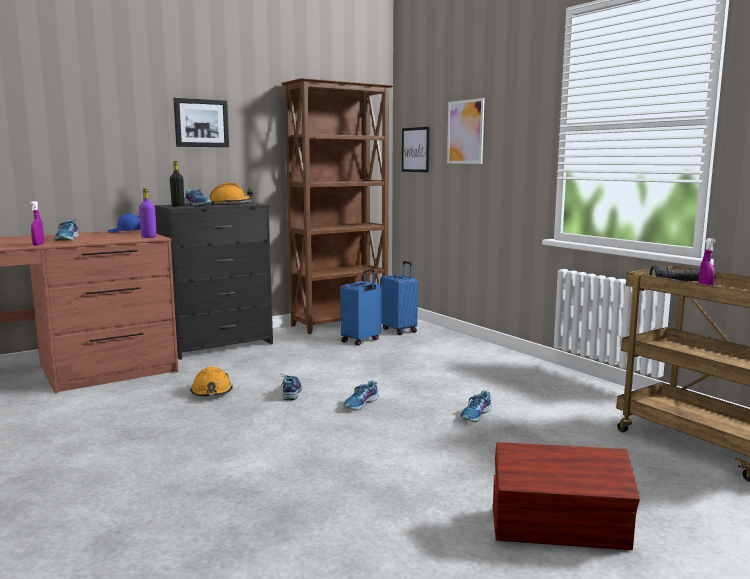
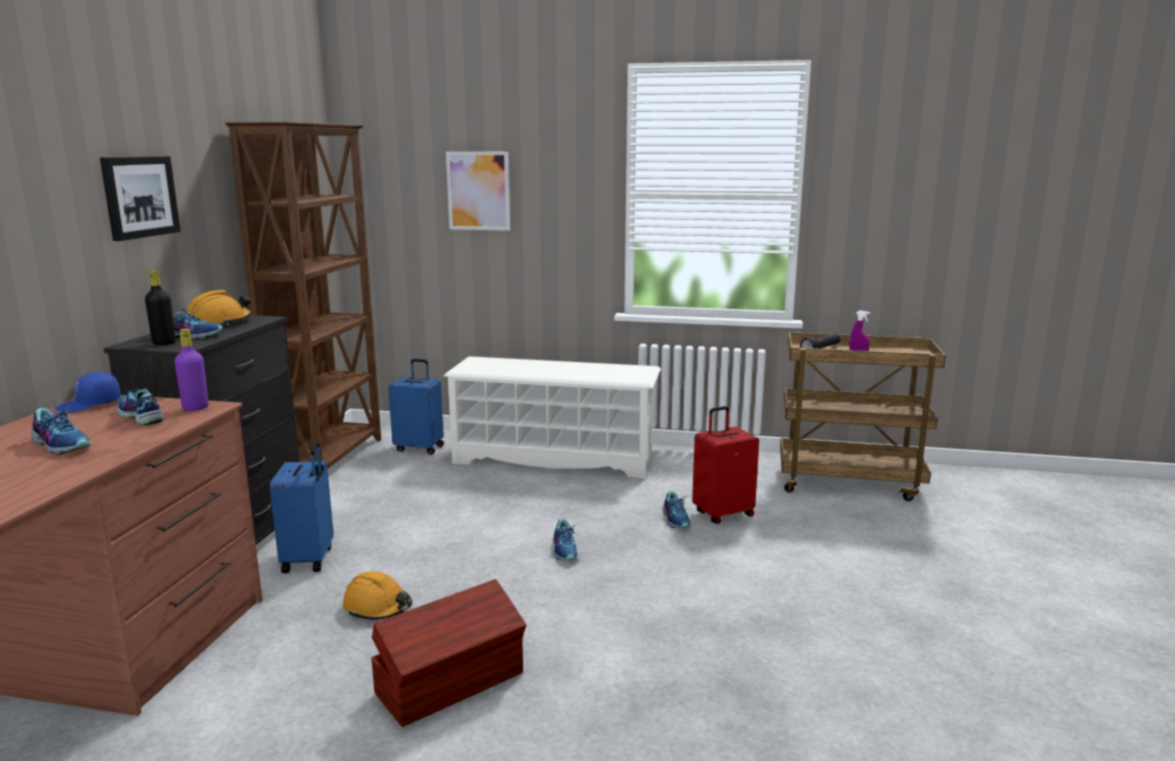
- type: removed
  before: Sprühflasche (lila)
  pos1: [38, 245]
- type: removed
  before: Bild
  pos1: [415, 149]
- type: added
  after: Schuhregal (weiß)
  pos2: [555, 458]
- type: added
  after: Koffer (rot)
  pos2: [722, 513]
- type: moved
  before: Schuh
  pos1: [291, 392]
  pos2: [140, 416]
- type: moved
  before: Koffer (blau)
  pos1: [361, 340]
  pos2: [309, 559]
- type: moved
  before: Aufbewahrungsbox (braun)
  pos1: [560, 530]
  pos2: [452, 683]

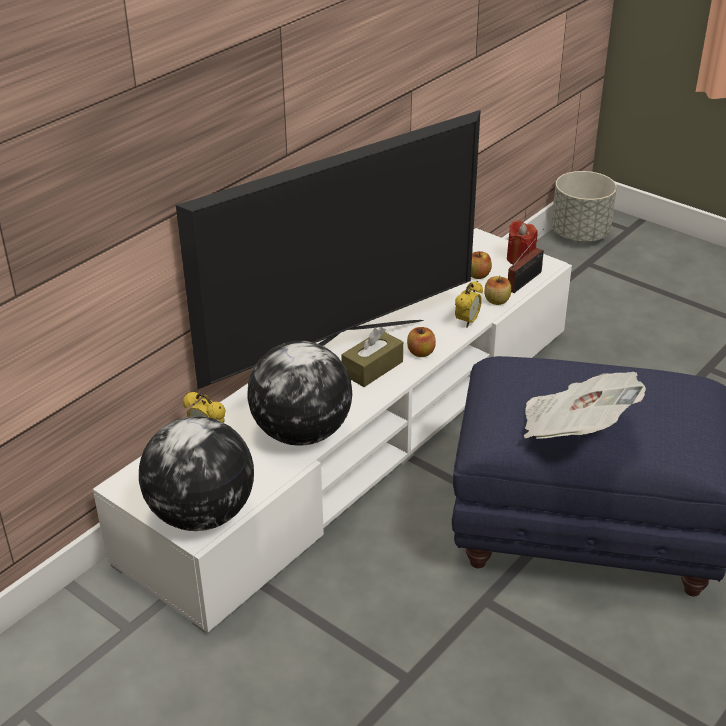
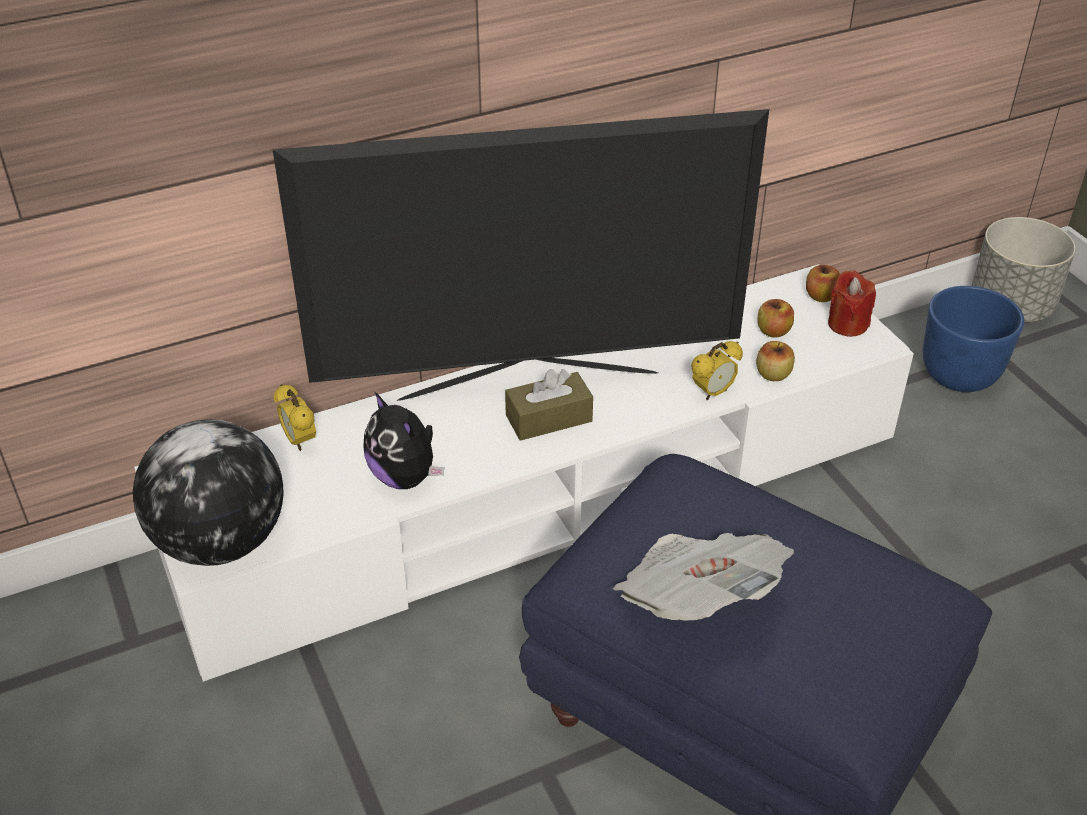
- type: removed
  before: Radio
  pos1: [526, 280]
- type: added
  after: Pflanzkübel (blau)
  pos2: [959, 375]
- type: moved
  before: Apfel
  pos1: [421, 352]
  pos2: [821, 296]
- type: replaced
  before: Globus
  after: Plüschtier
  pos1: [302, 433]
  pos2: [405, 477]

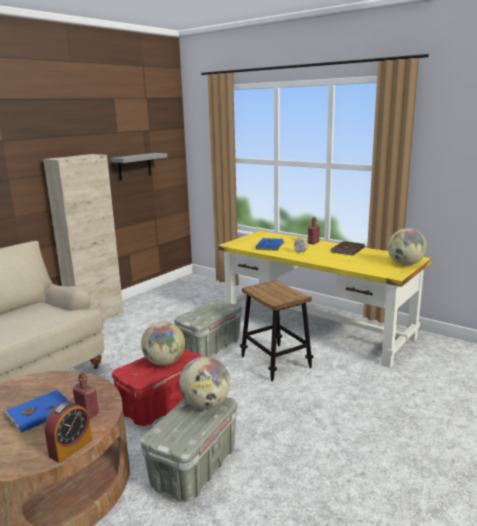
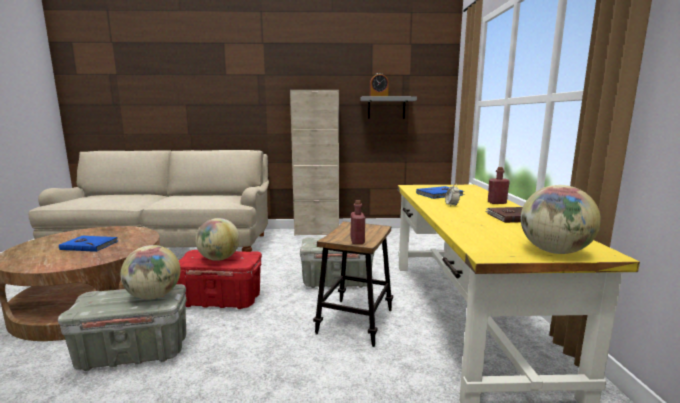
- type: moved
  before: Wecker
  pos1: [71, 448]
  pos2: [378, 96]
- type: moved
  before: Flasche (rot)
  pos1: [87, 413]
  pos2: [357, 241]

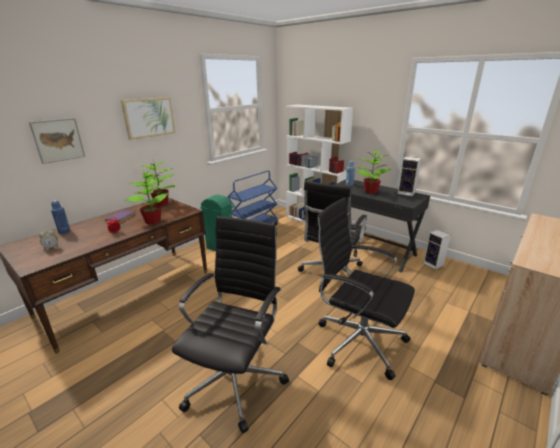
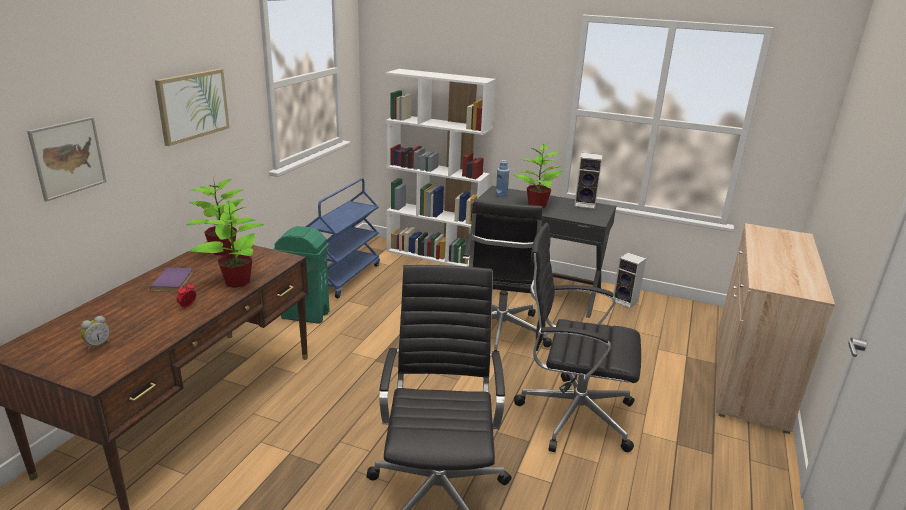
- type: removed
  before: Flasche (blau)
  pos1: [64, 232]

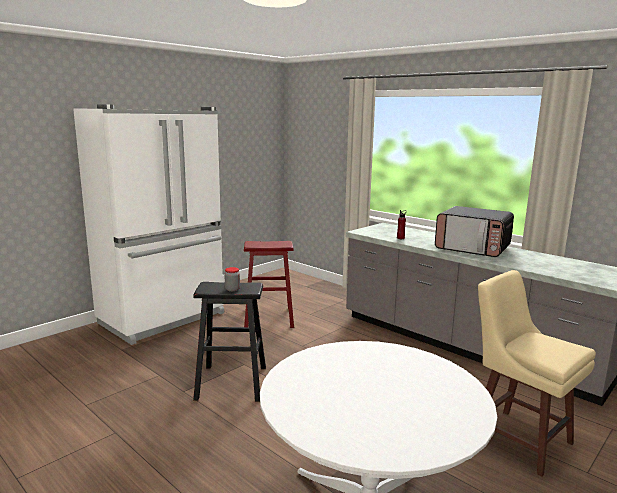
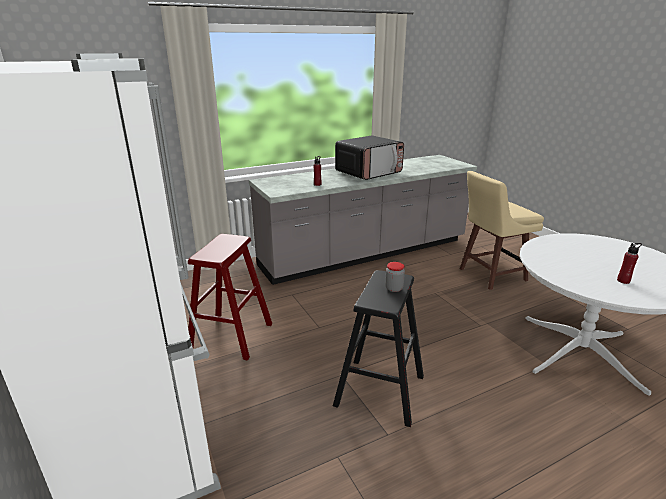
- type: added
  after: Flasche (rot)
  pos2: [623, 281]

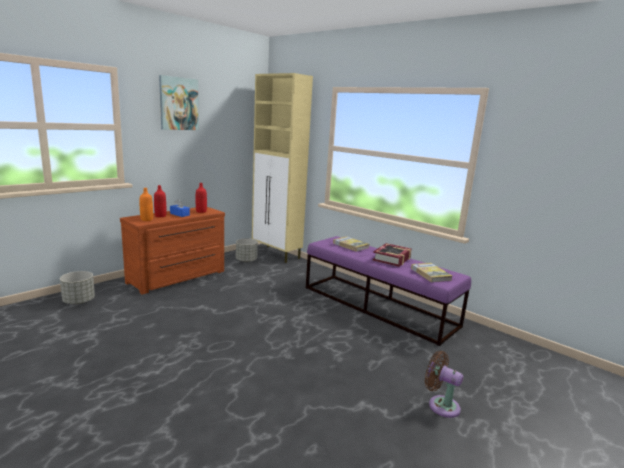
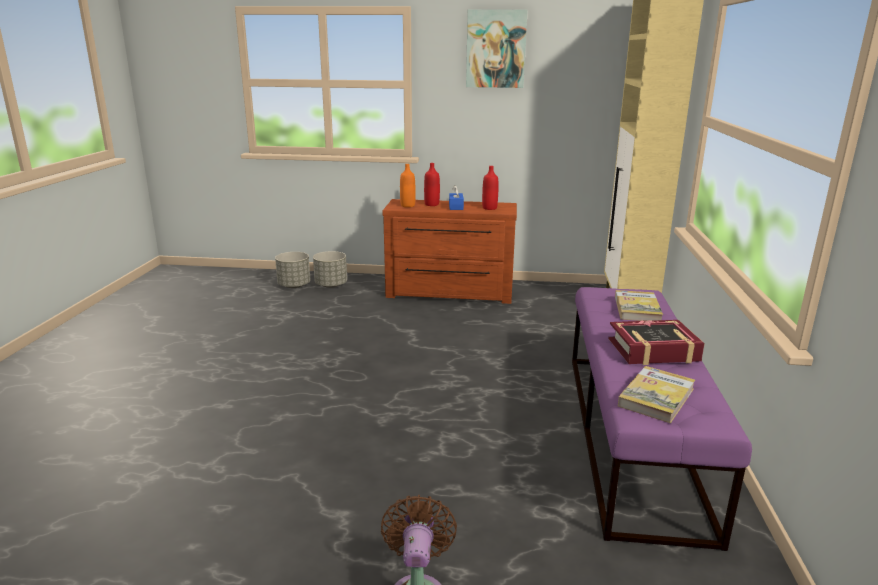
- type: moved
  before: Pflanzkübel (grau)
  pos1: [246, 260]
  pos2: [294, 286]

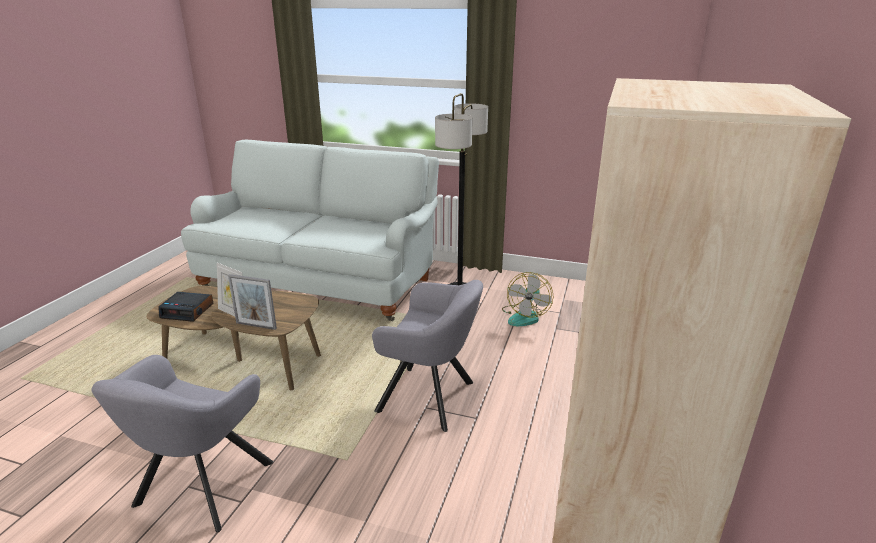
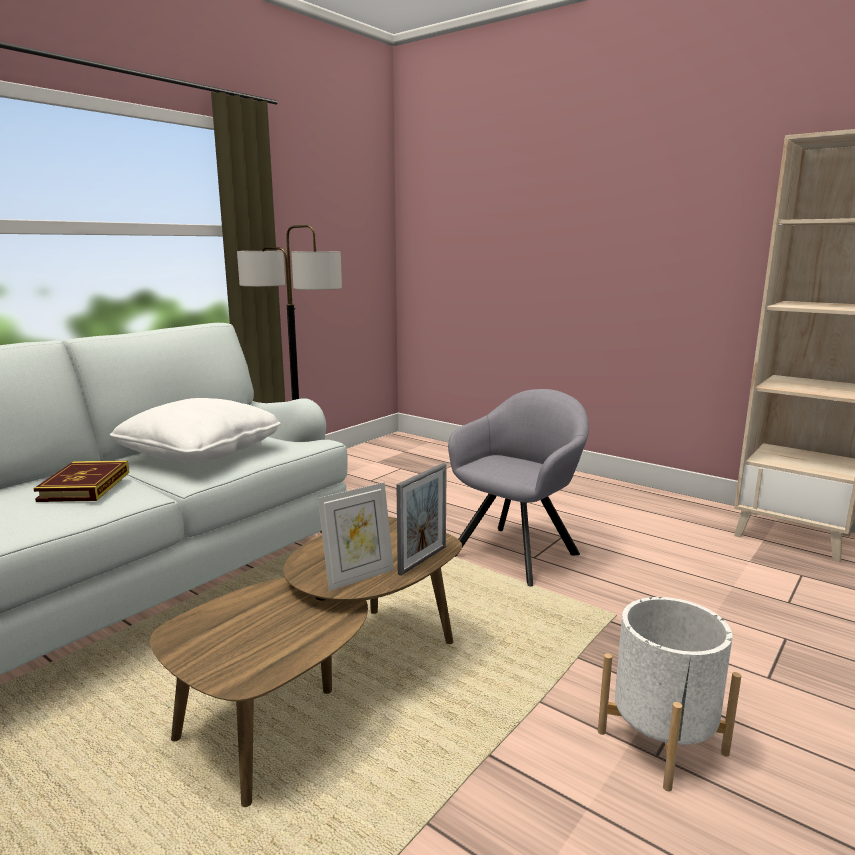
- type: removed
  before: Wecker
  pos1: [188, 311]
- type: removed
  before: Ventilator
  pos1: [525, 316]
- type: added
  after: Buch
  pos2: [85, 486]
- type: added
  after: Kissen (weiß)
  pos2: [200, 453]
- type: replaced
  before: Sessel (grau)
  after: Pflanzkübel (weiß)
  pos1: [199, 489]
  pos2: [662, 742]

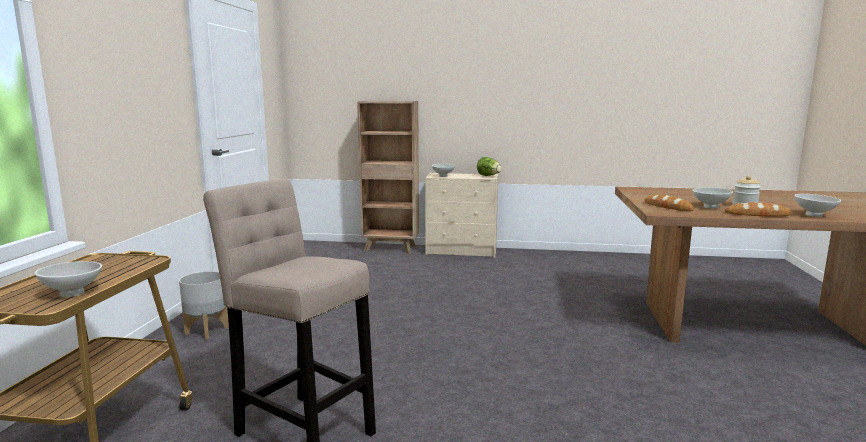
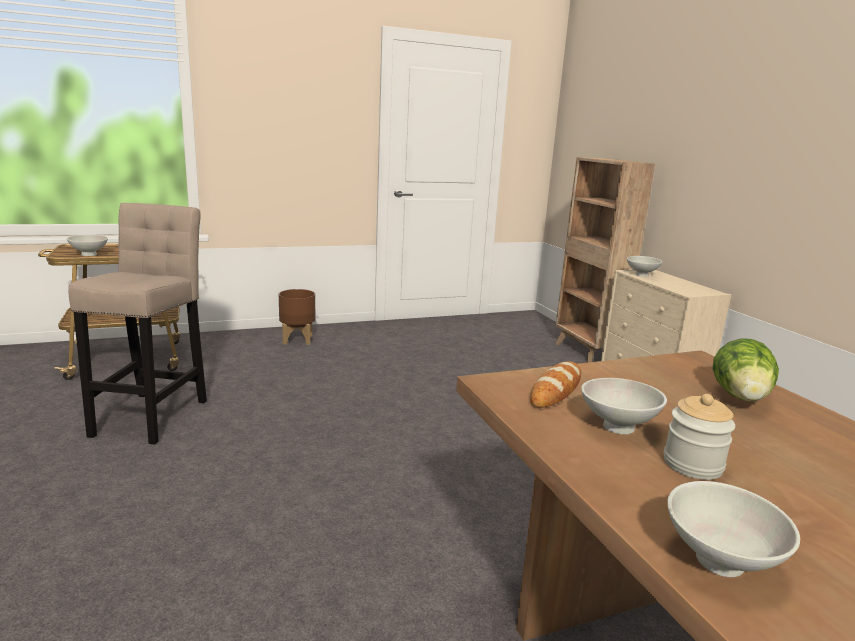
- type: removed
  before: Brot
  pos1: [757, 214]
- type: moved
  before: Salatkopf
  pos1: [489, 176]
  pos2: [741, 398]
- type: recoloured
  before: Pflanzkübel (grau)
  after: Pflanzkübel (braun)
  pos1: [207, 331]
  pos2: [297, 340]

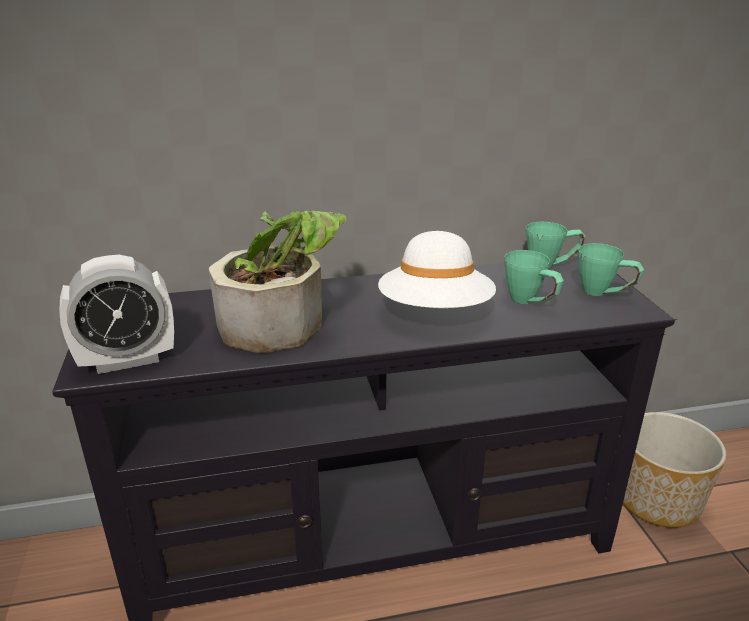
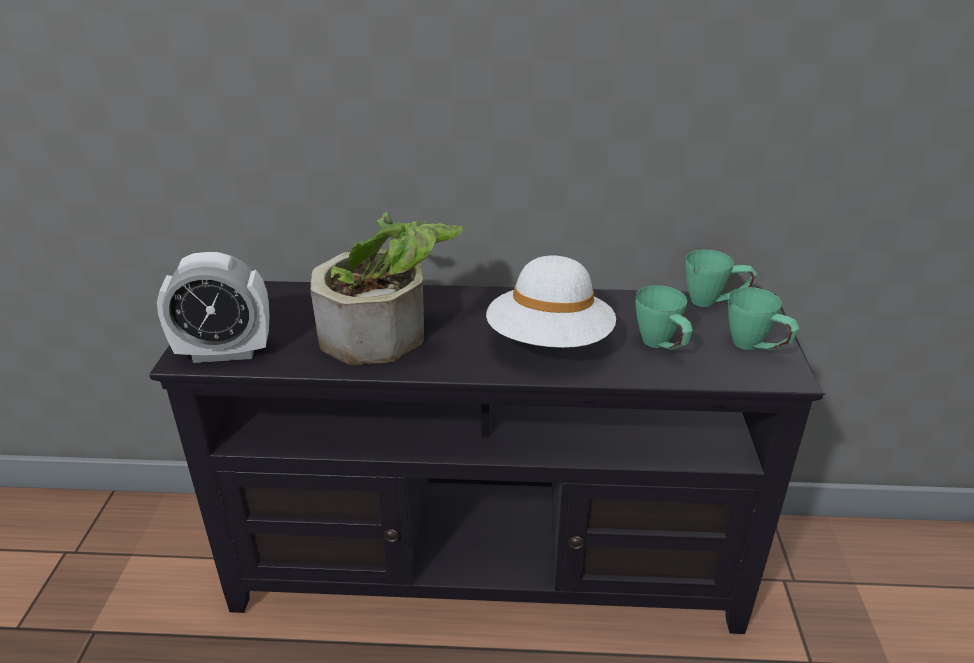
- type: removed
  before: Pflanzkübel
  pos1: [657, 500]

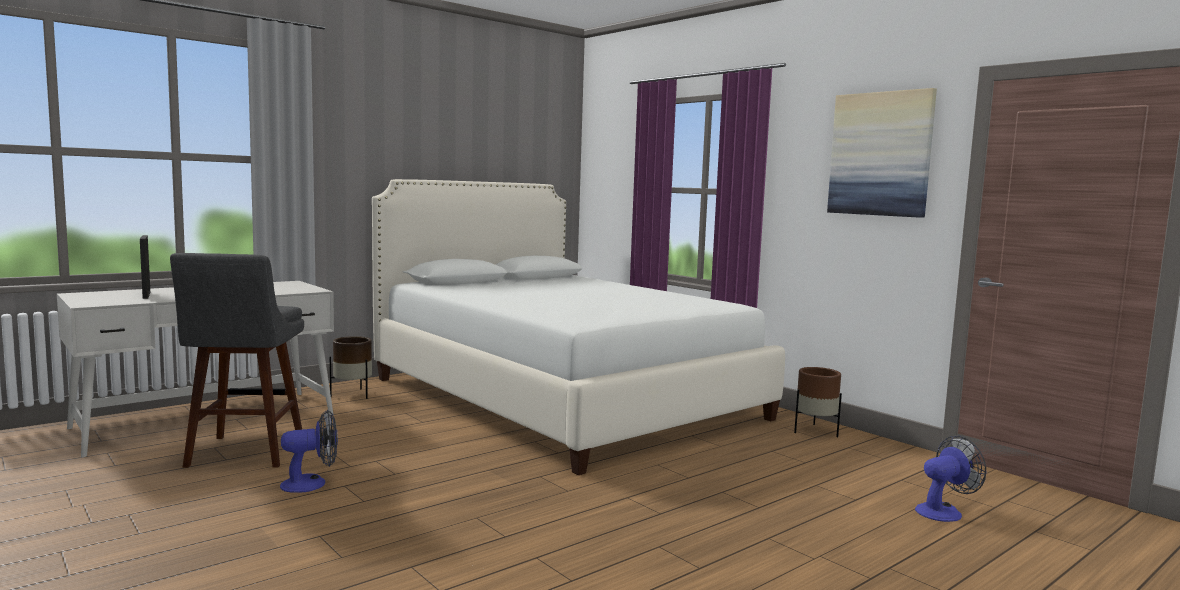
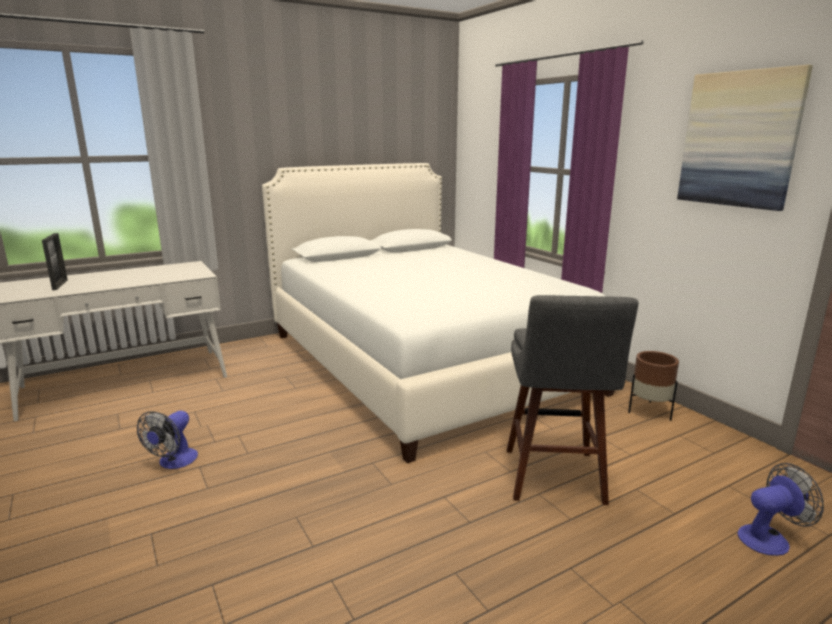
- type: removed
  before: Pflanzkübel (braun)
  pos1: [352, 394]
- type: moved
  before: Hocker (grau)
  pos1: [244, 454]
  pos2: [554, 479]
- type: turned
  before: Ventilator
  pos1: [312, 483]
  pos2: [174, 462]
  turn: 120

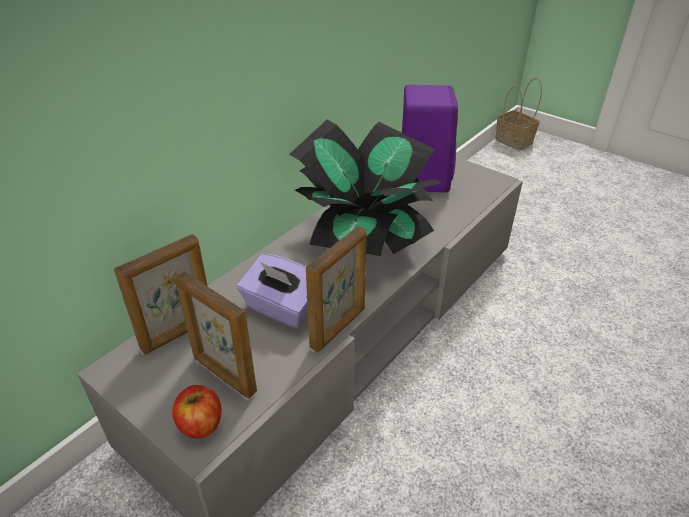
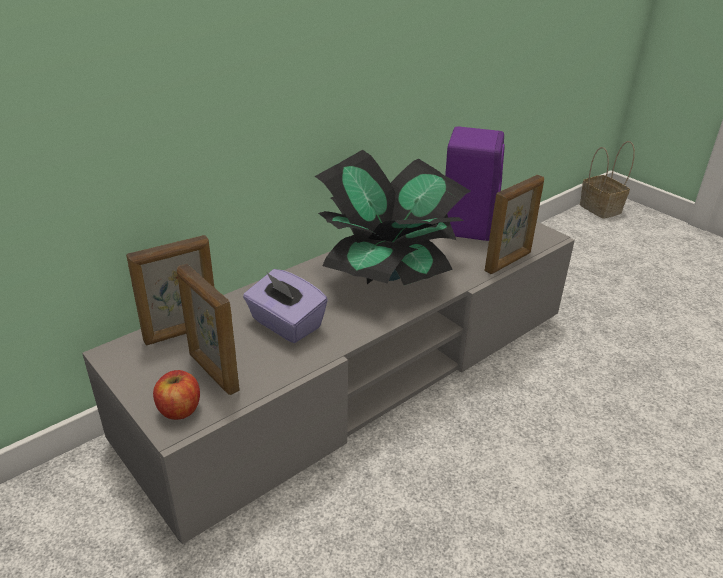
- type: moved
  before: Bilderrahmen
  pos1: [339, 327]
  pos2: [508, 262]

